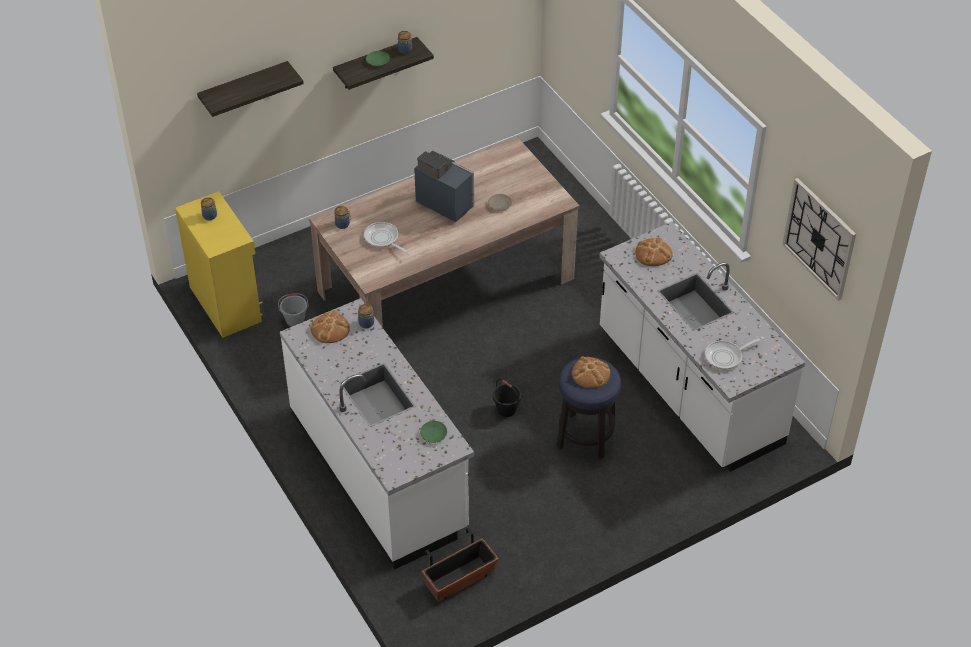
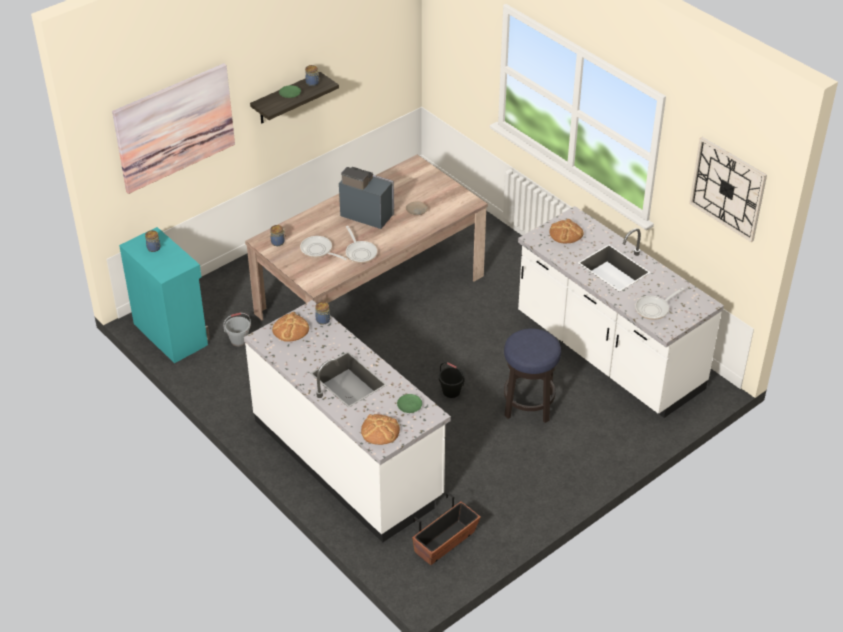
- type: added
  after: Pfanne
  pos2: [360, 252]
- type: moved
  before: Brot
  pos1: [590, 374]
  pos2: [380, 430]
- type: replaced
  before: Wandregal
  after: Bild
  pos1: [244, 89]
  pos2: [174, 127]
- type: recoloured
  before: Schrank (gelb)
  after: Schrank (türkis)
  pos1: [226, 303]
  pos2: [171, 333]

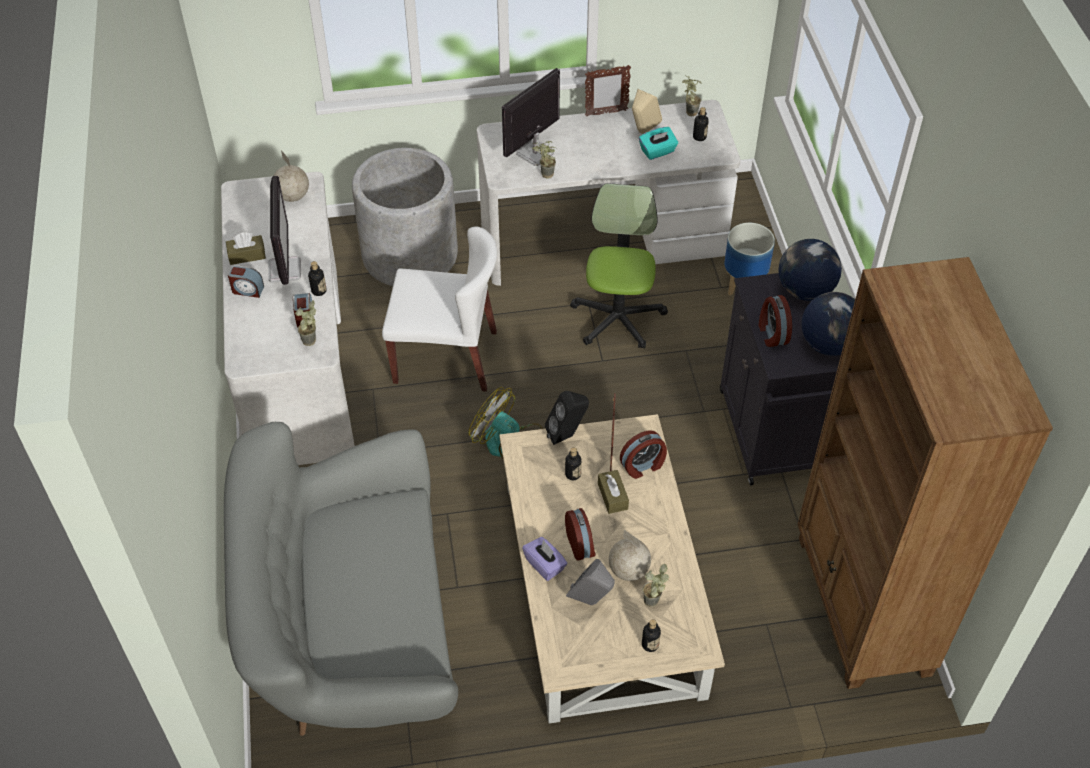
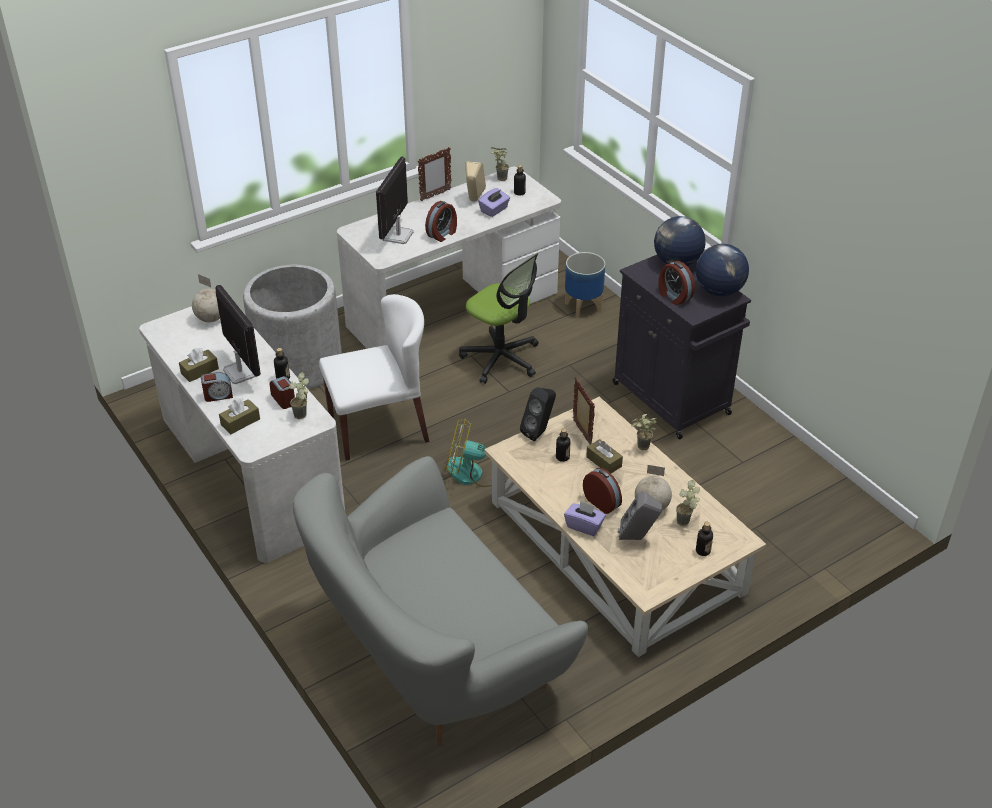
- type: removed
  before: Bücherregal (braun)
  pos1: [861, 606]
- type: added
  after: Taschentuchbox (braun)
  pos2: [240, 422]
- type: moved
  before: Topfpflanze
  pos1: [544, 175]
  pos2: [641, 448]
- type: moved
  before: Wecker
  pos1: [643, 466]
  pos2: [442, 234]
- type: recoloured
  before: Taschentuchbox (türkis)
  after: Taschentuchbox (lila)
  pos1: [657, 151]
  pos2: [494, 210]
- type: turned
  before: Bürostuhl
  pos1: [617, 318]
  pos2: [501, 359]
  turn: 150

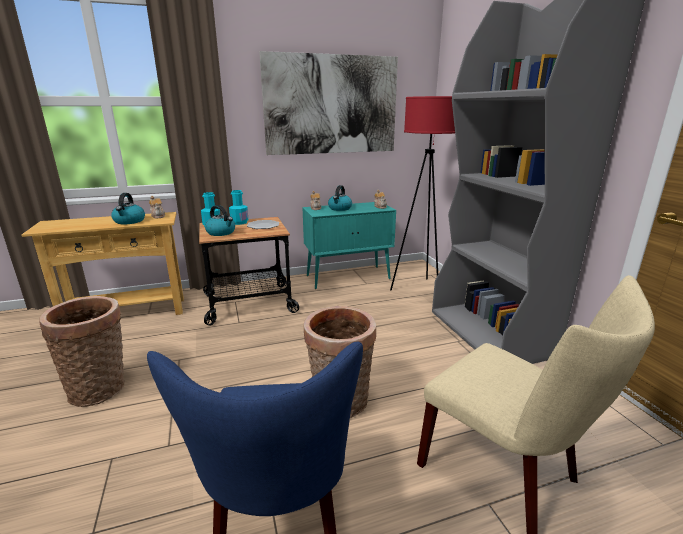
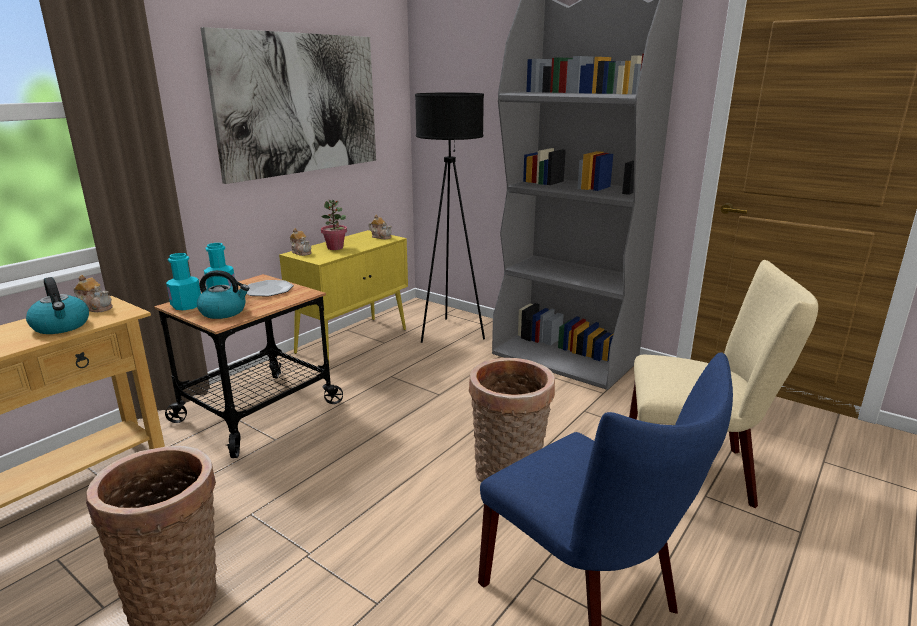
- type: replaced
  before: Wasserkessel
  after: Topfpflanze
  pos1: [340, 208]
  pos2: [335, 248]
- type: recoloured
  before: Schrank (türkis)
  after: Schrank (gelb)
  pos1: [349, 277]
  pos2: [353, 340]
- type: recoloured
  before: Stehlampe (rot)
  after: Stehlampe (schwarz)
  pos1: [419, 289]
  pos2: [450, 332]

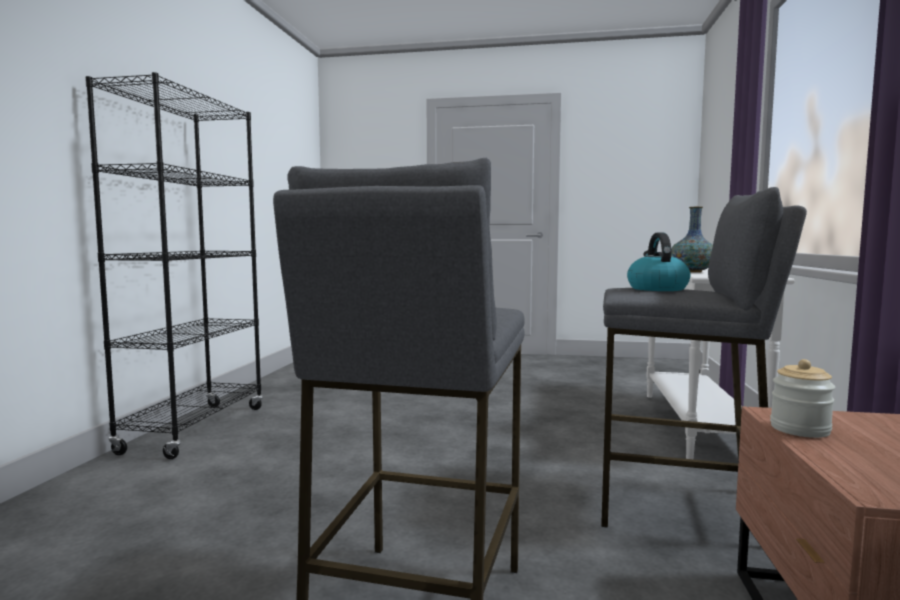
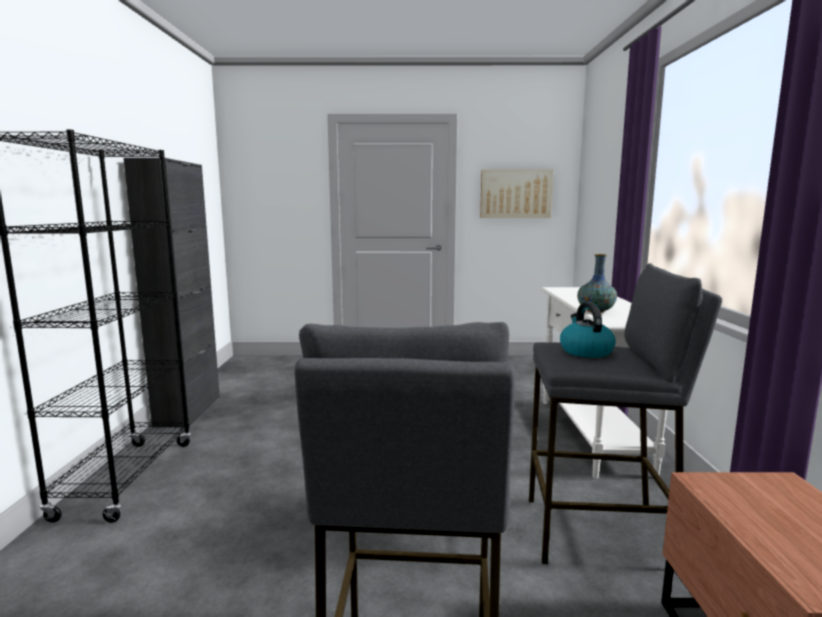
- type: removed
  before: Vorratsglas
  pos1: [800, 429]
- type: added
  after: Schrank (schwarz)
  pos2: [188, 411]
- type: added
  after: Bild
  pos2: [515, 194]

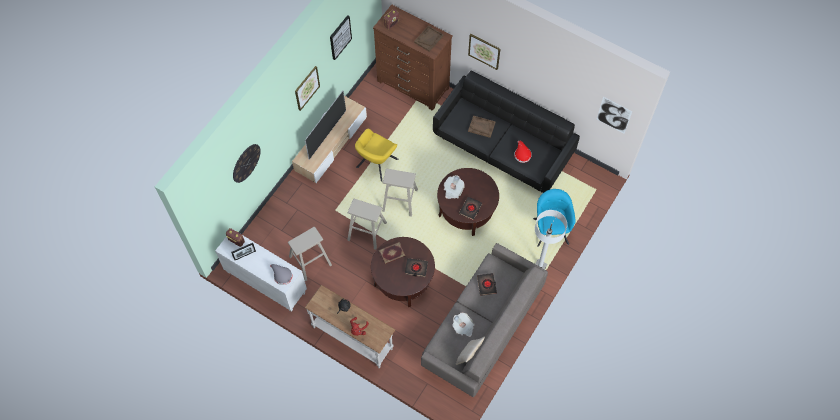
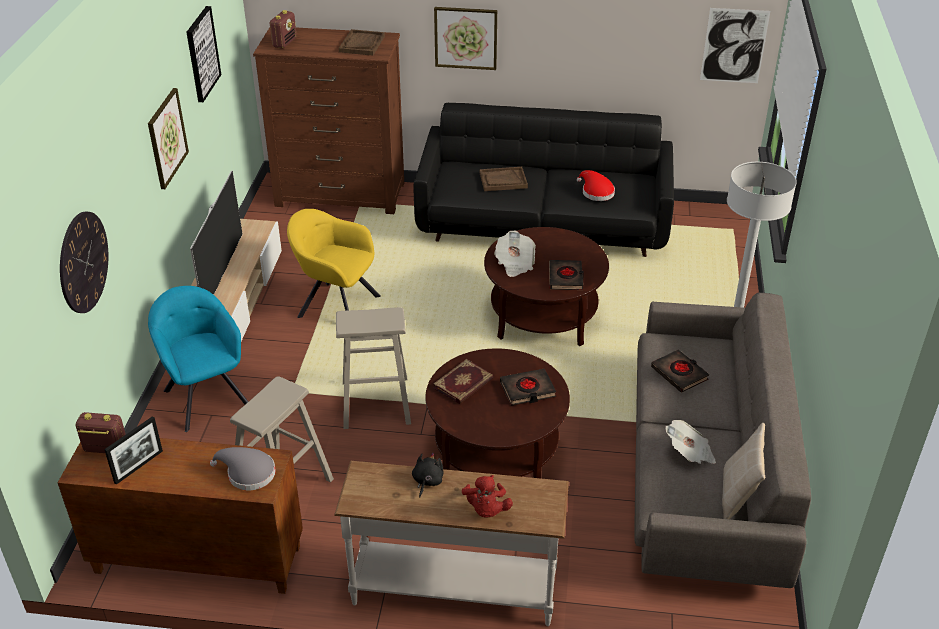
- type: removed
  before: Hocker (beige)
  pos1: [400, 200]
- type: moved
  before: Sessel (türkis)
  pos1: [550, 229]
  pos2: [206, 396]
- type: recoloured
  before: Schrank (weiß)
  after: Schrank (braun)
  pos1: [265, 282]
  pos2: [196, 560]
- type: turned
  before: Sessel (gelb)
  pos1: [376, 164]
  pos2: [336, 305]
  turn: 105

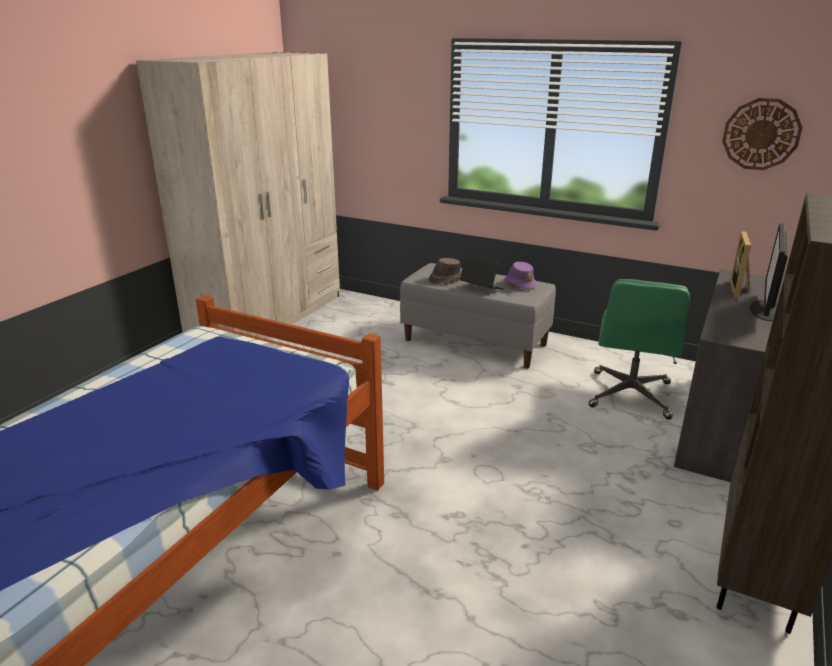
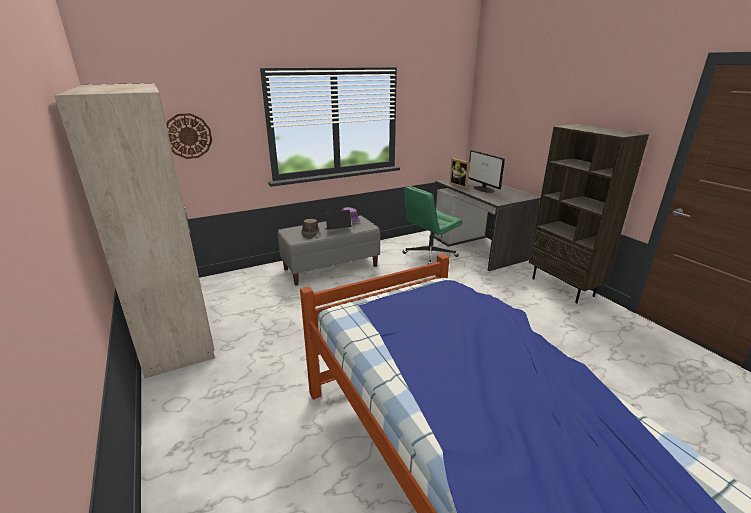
- type: moved
  before: Wanduhr
  pos1: [761, 134]
  pos2: [188, 136]
- type: turned
  before: Bürostuhl (grün)
  pos1: [630, 395]
  pos2: [429, 255]
  turn: 90

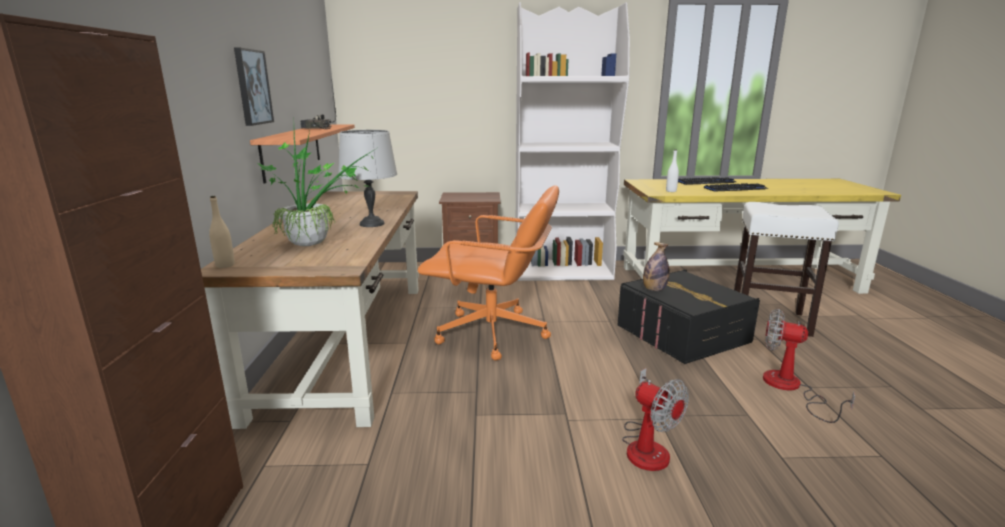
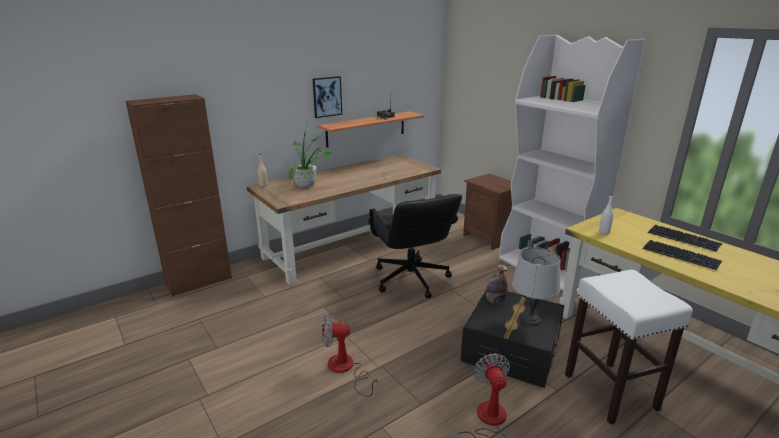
- type: moved
  before: Tischlampe (grau)
  pos1: [371, 224]
  pos2: [530, 320]
- type: recoloured
  before: Bürostuhl (orange)
  after: Bürostuhl (schwarz)
  pos1: [493, 334]
  pos2: [410, 279]
- type: turned
  before: Ventilator
  pos1: [647, 445]
  pos2: [346, 369]
  turn: 75

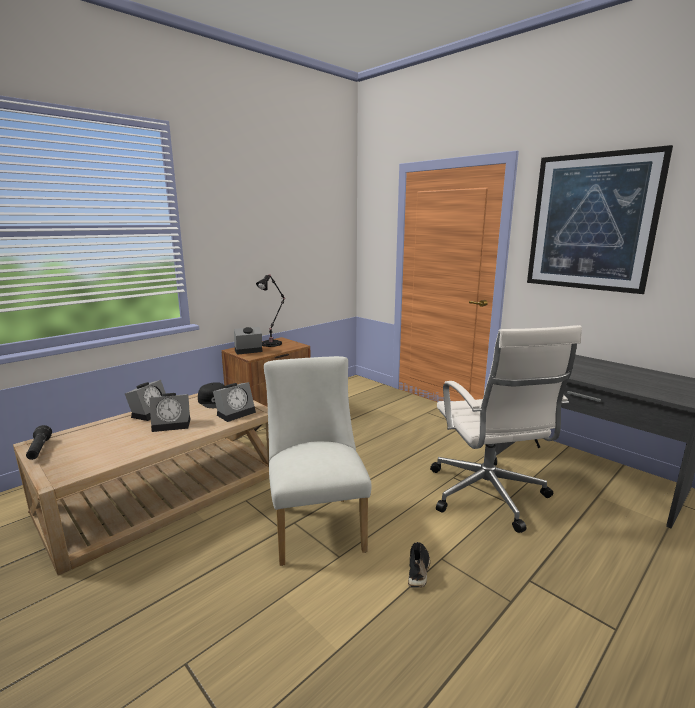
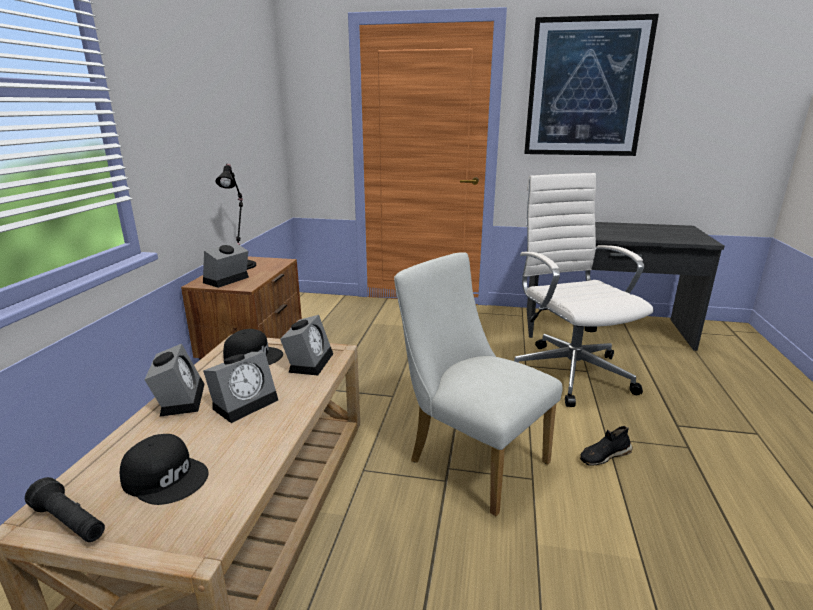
- type: added
  after: Kappe (schwarz)
  pos2: [166, 476]
- type: turned
  before: Schuh (schwarz)
  pos1: [418, 569]
  pos2: [604, 456]
  turn: -90
- type: turned
  before: Bürostuhl (weiß)
  pos1: [487, 495]
  pos2: [569, 371]
  turn: -150

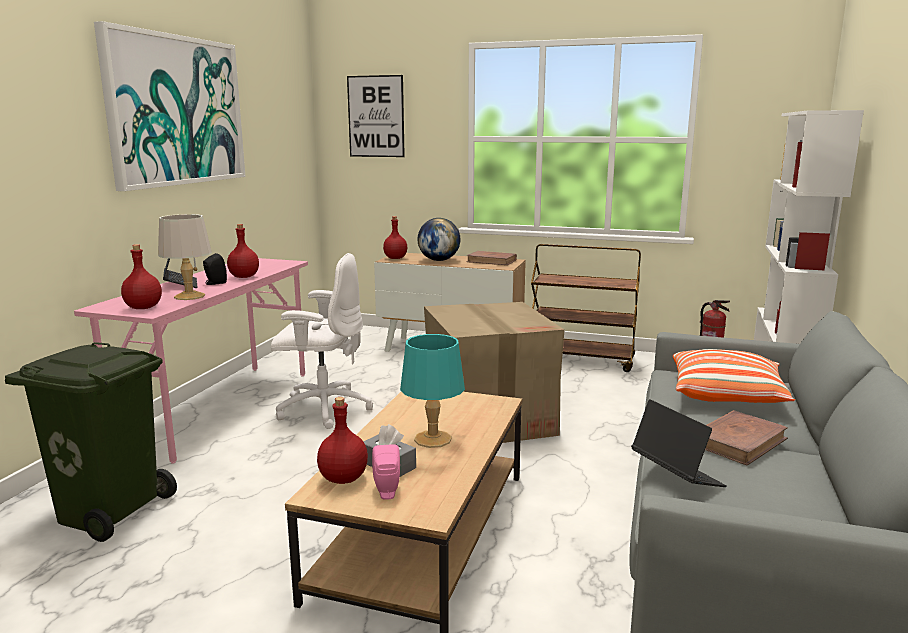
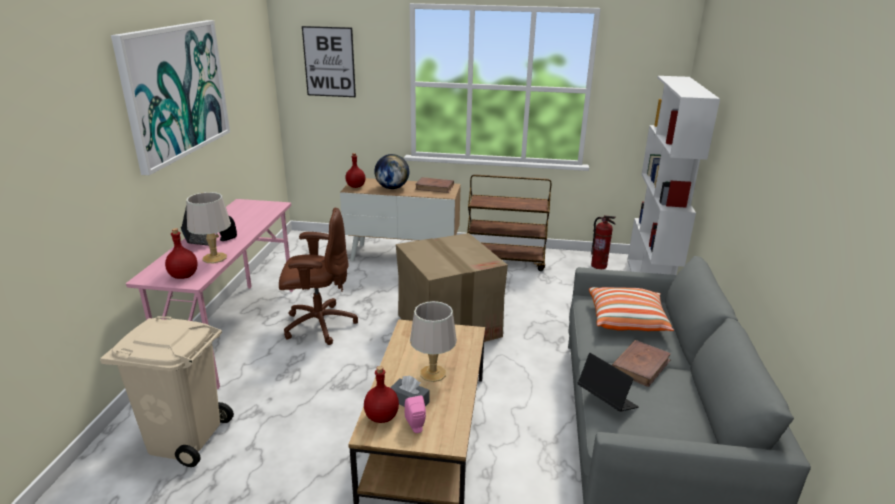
- type: removed
  before: Flasche (rot)
  pos1: [243, 277]
- type: recoloured
  before: Mülleimer (grün)
  after: Mülleimer (beige)
  pos1: [110, 510]
  pos2: [185, 438]
- type: recoloured
  before: Bürostuhl (weiß)
  after: Bürostuhl (braun)
  pos1: [323, 408]
  pos2: [318, 325]
- type: recoloured
  before: Tischlampe (türkis)
  after: Tischlampe (grau)
  pos1: [432, 439]
  pos2: [432, 374]

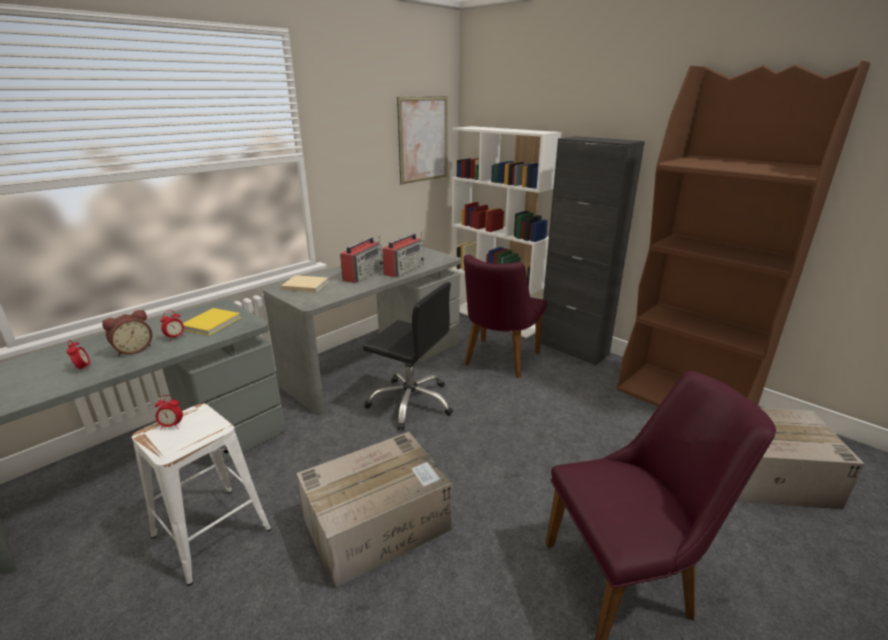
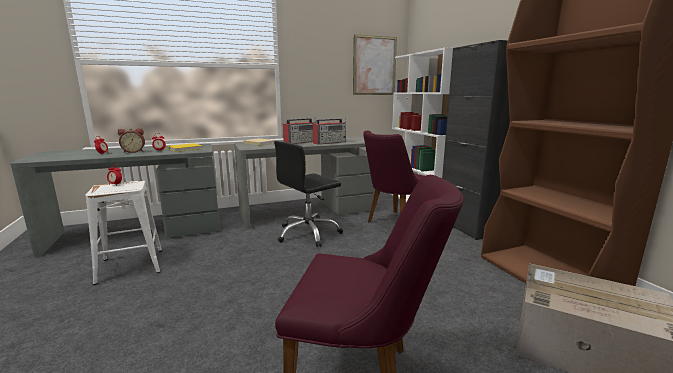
- type: removed
  before: Karton
  pos1: [378, 523]
- type: turned
  before: Bürostuhl (schwarz)
  pos1: [411, 402]
  pos2: [308, 233]
  turn: 90

